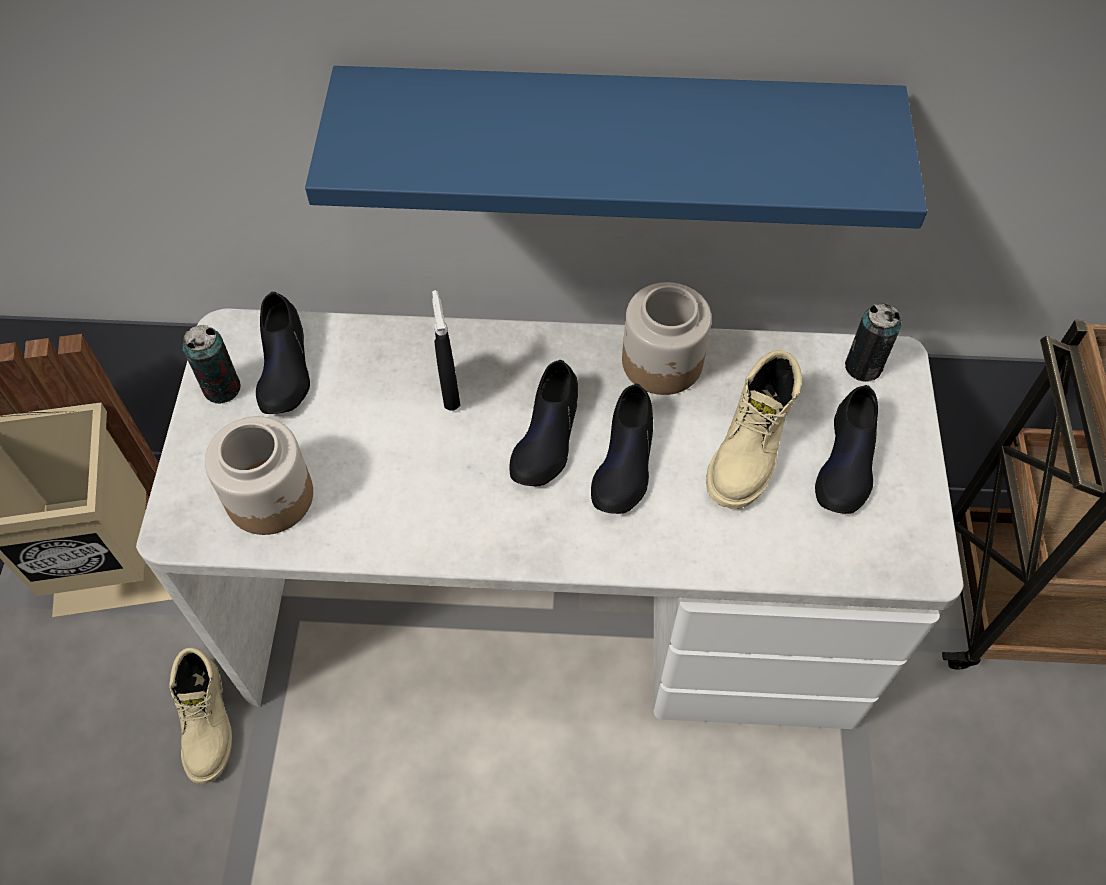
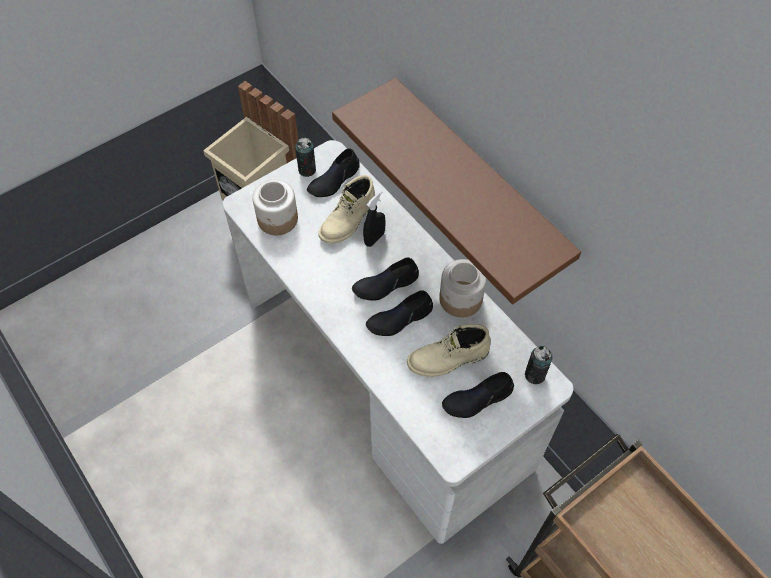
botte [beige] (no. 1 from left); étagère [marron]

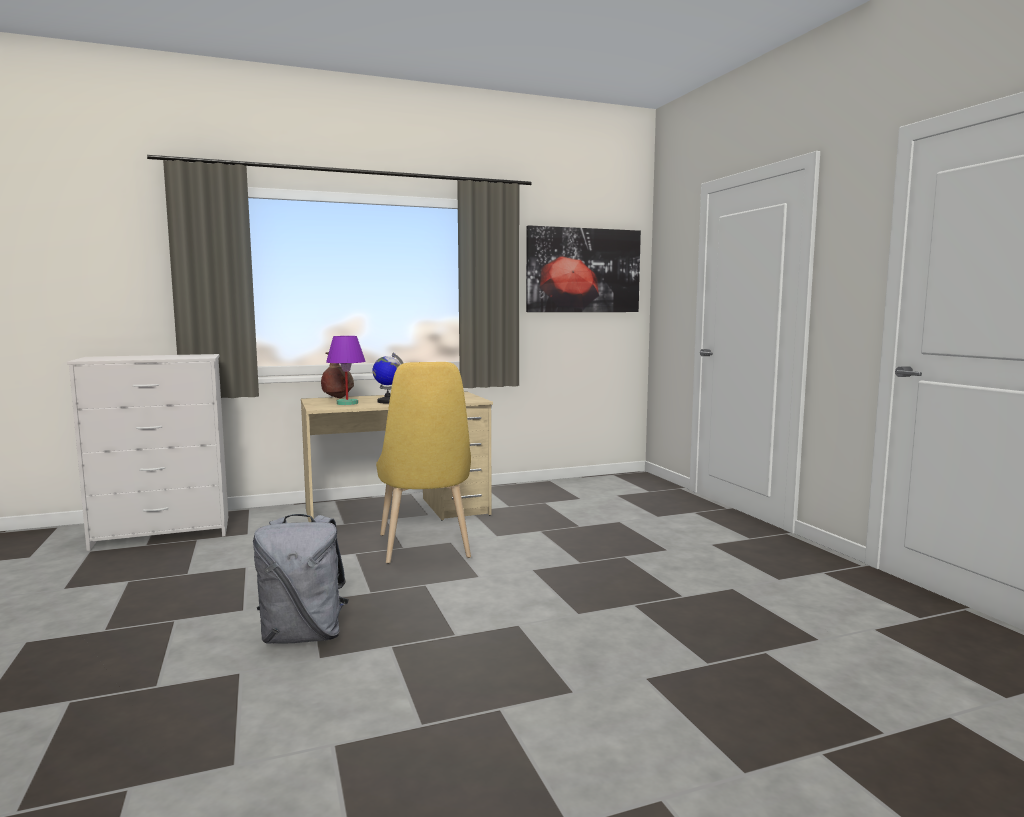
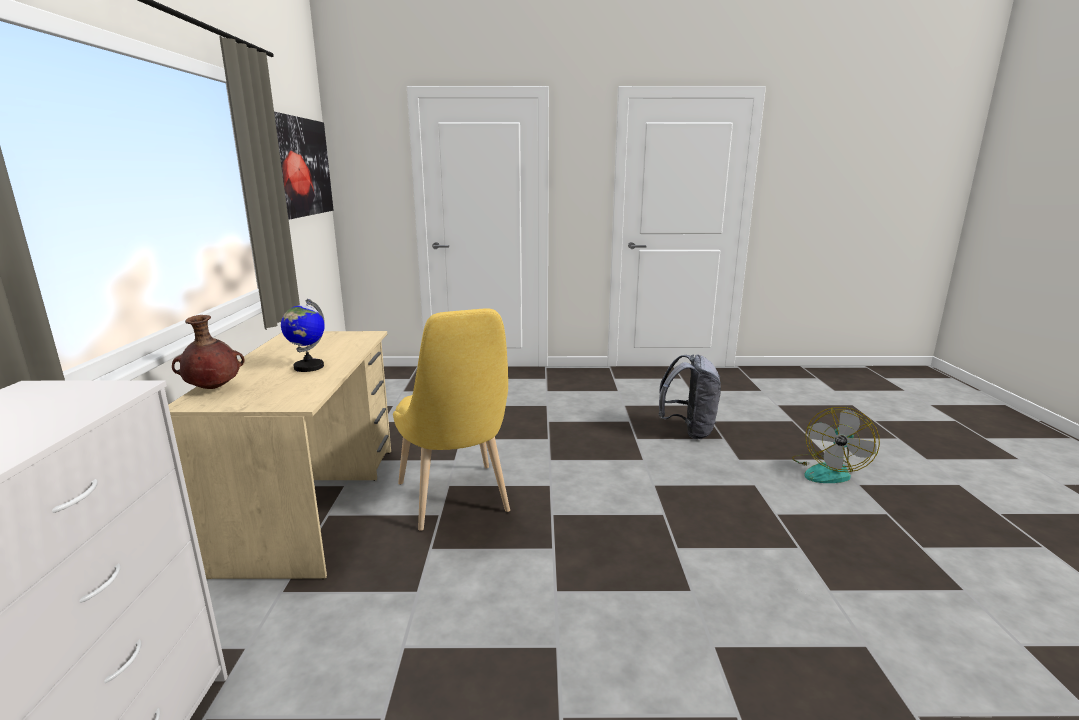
chaise [jaune]; sac à dos [gris]; ventilateur; lampe de table [violet]

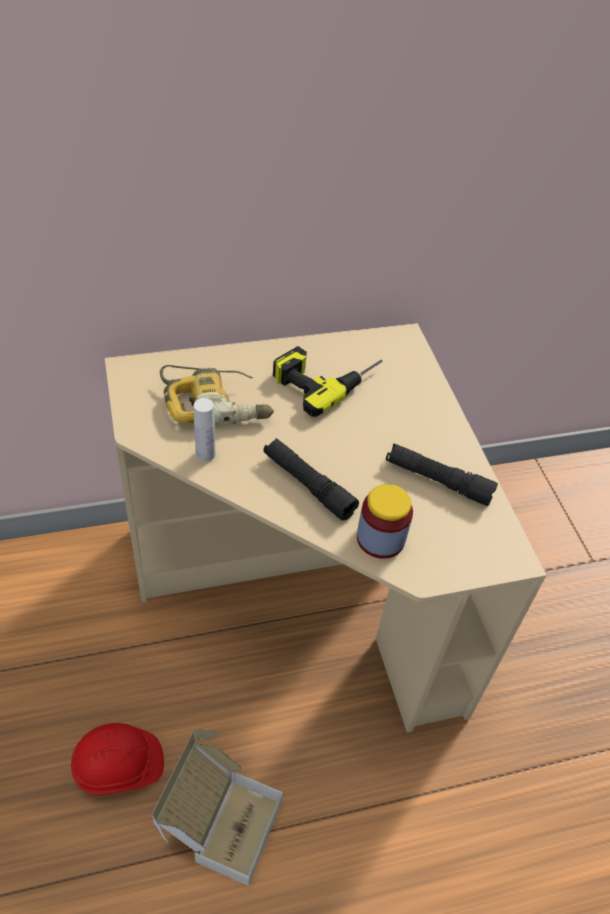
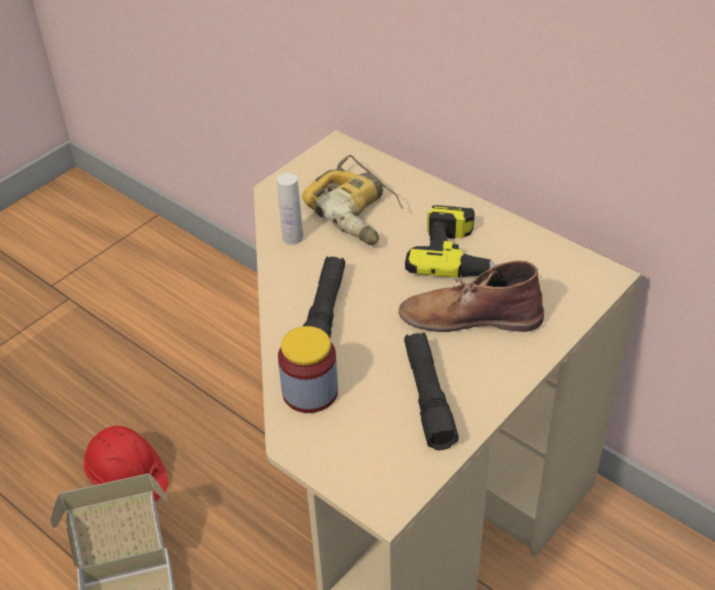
botte [marron]

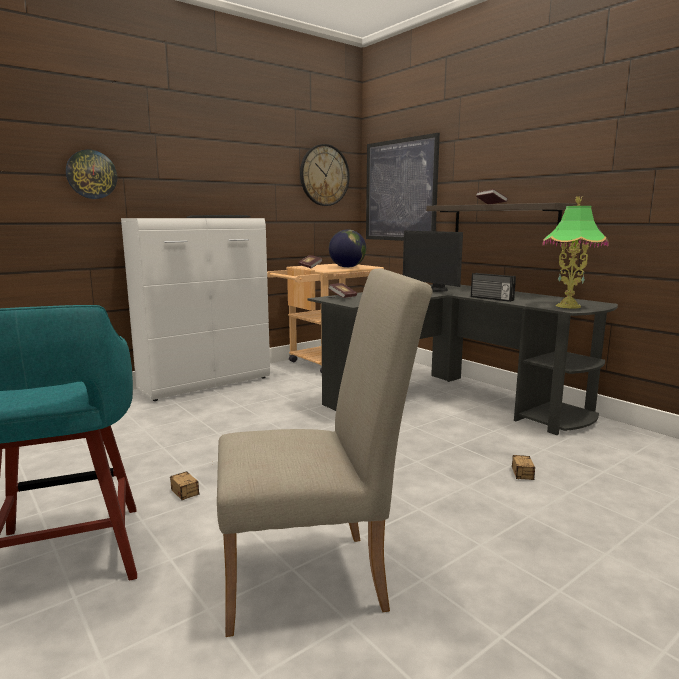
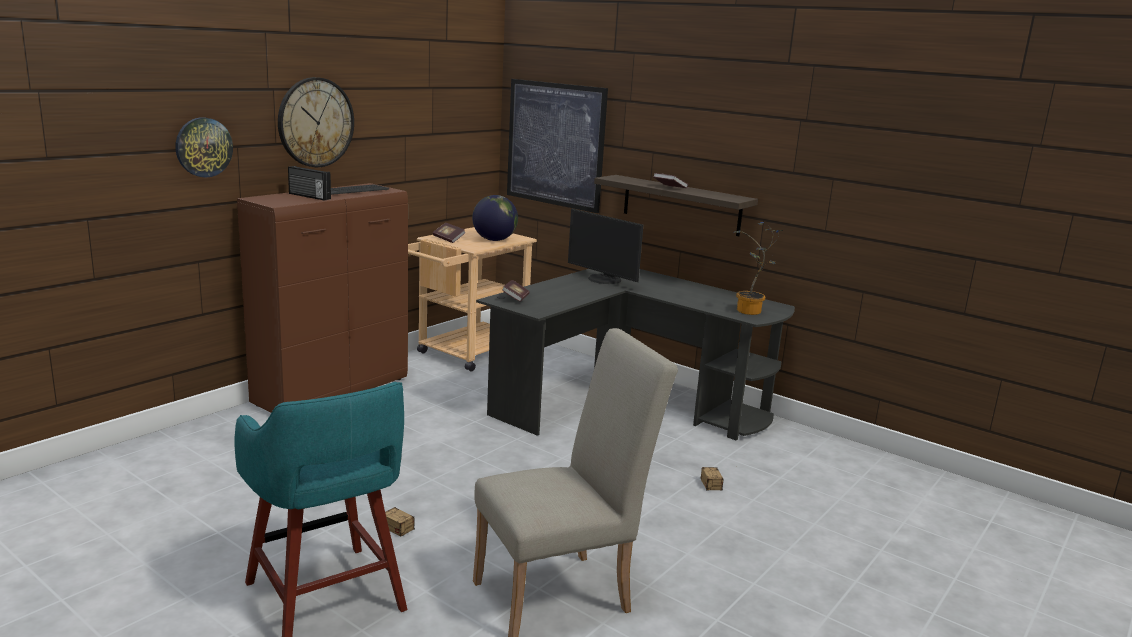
meuble de rangement [marron]; horloge murale (no. 2 from left); radio; plante en pot

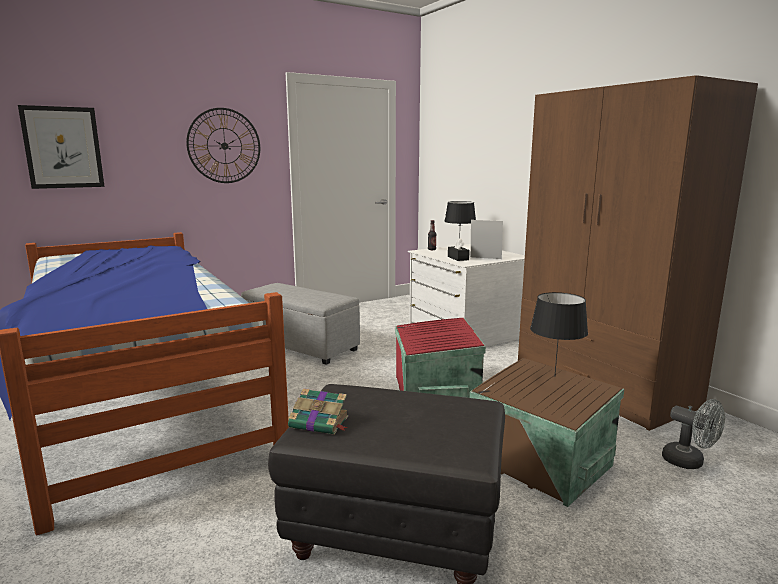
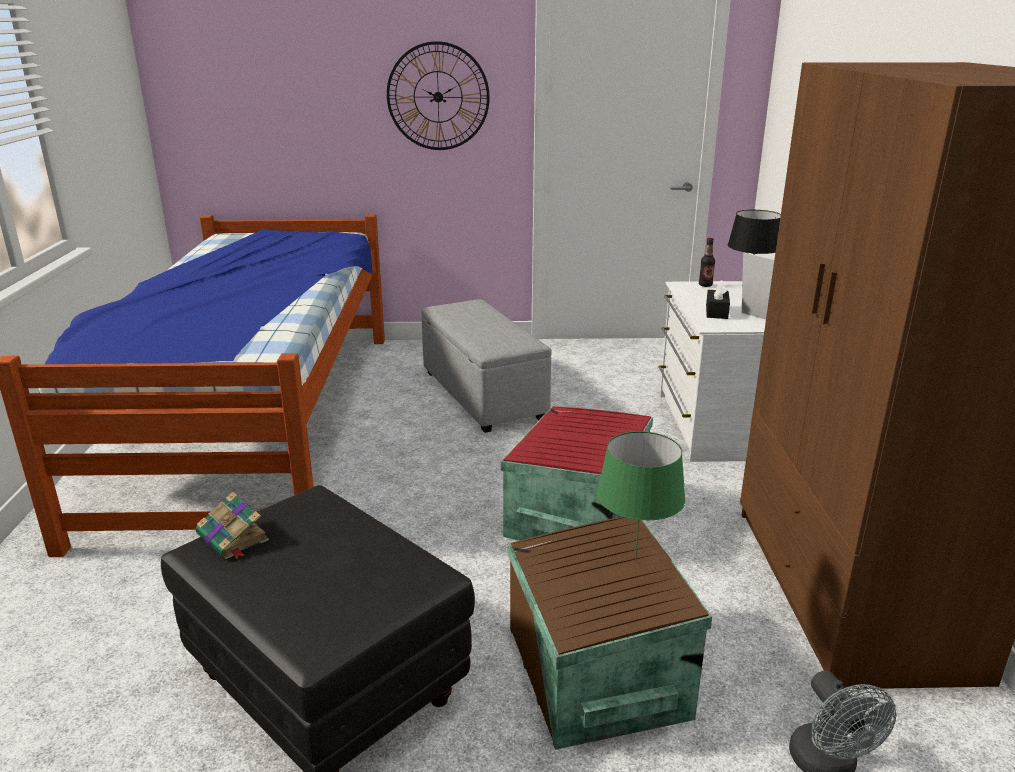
lampe de table [vert]; tableau

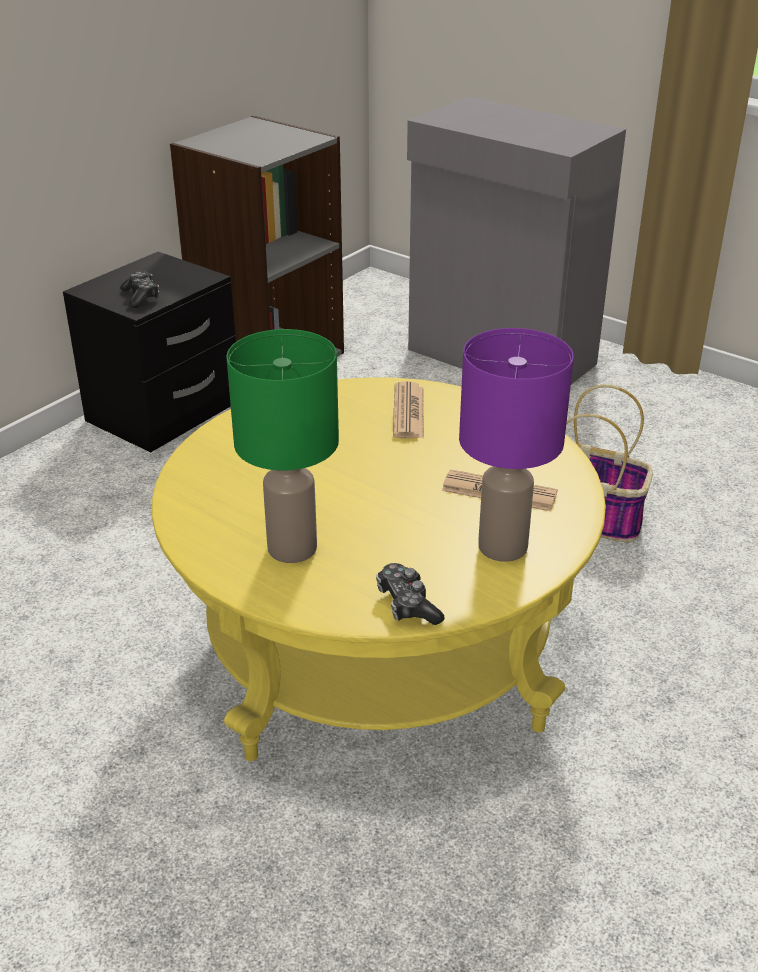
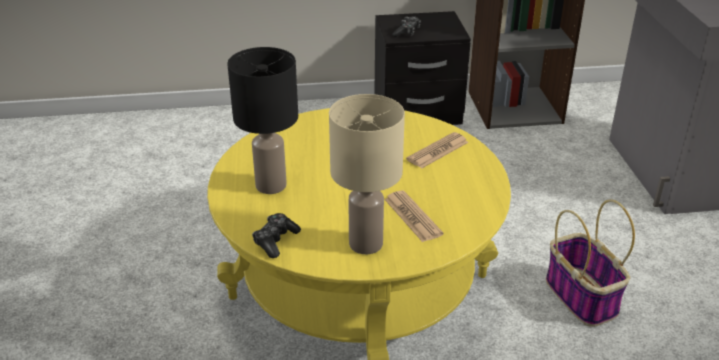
lampe de table [noir]; lampe de table [beige]

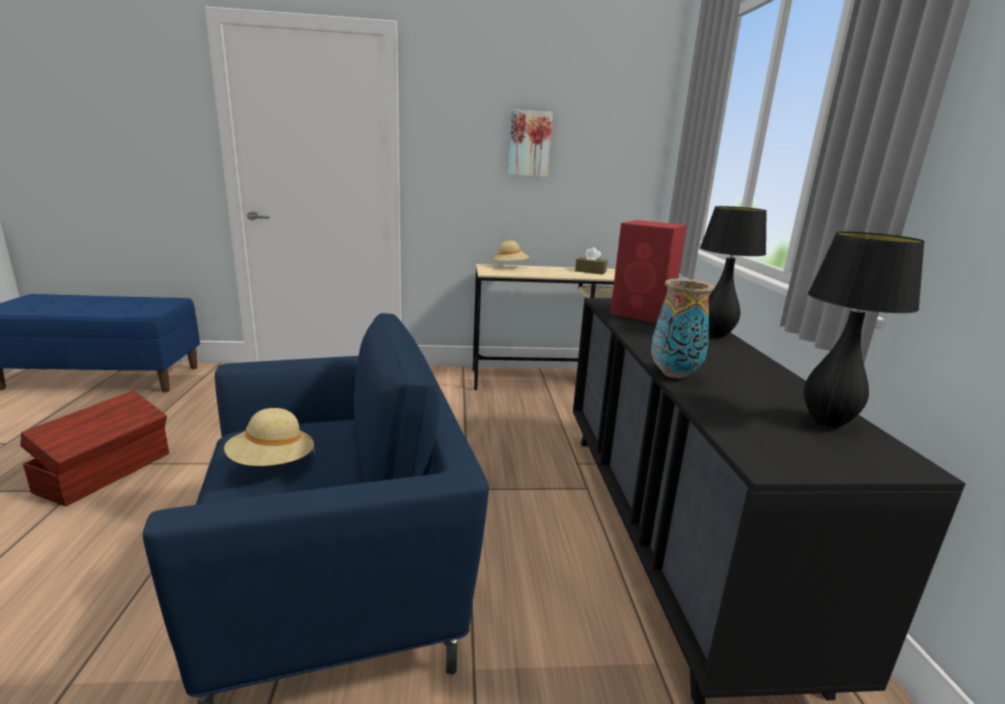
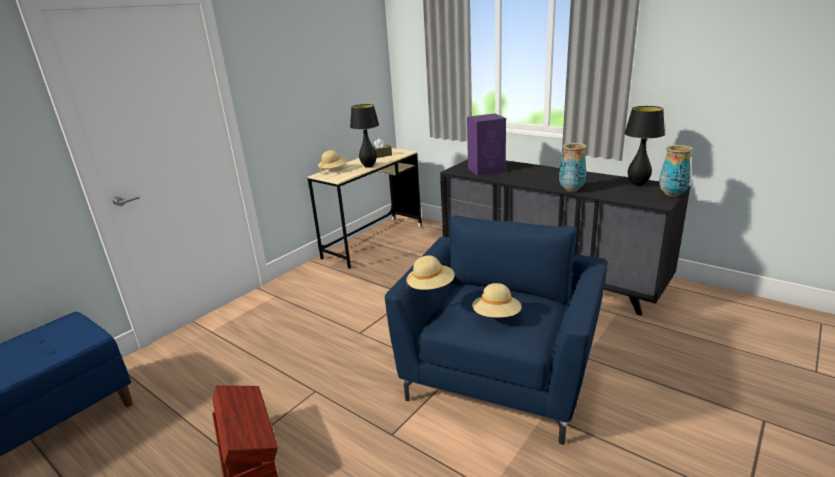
lampe de table [noir] (no. 1 from left); chapeau [beige] (no. 2 from left); enceinte [violet]; vase (no. 2 from left); tableau

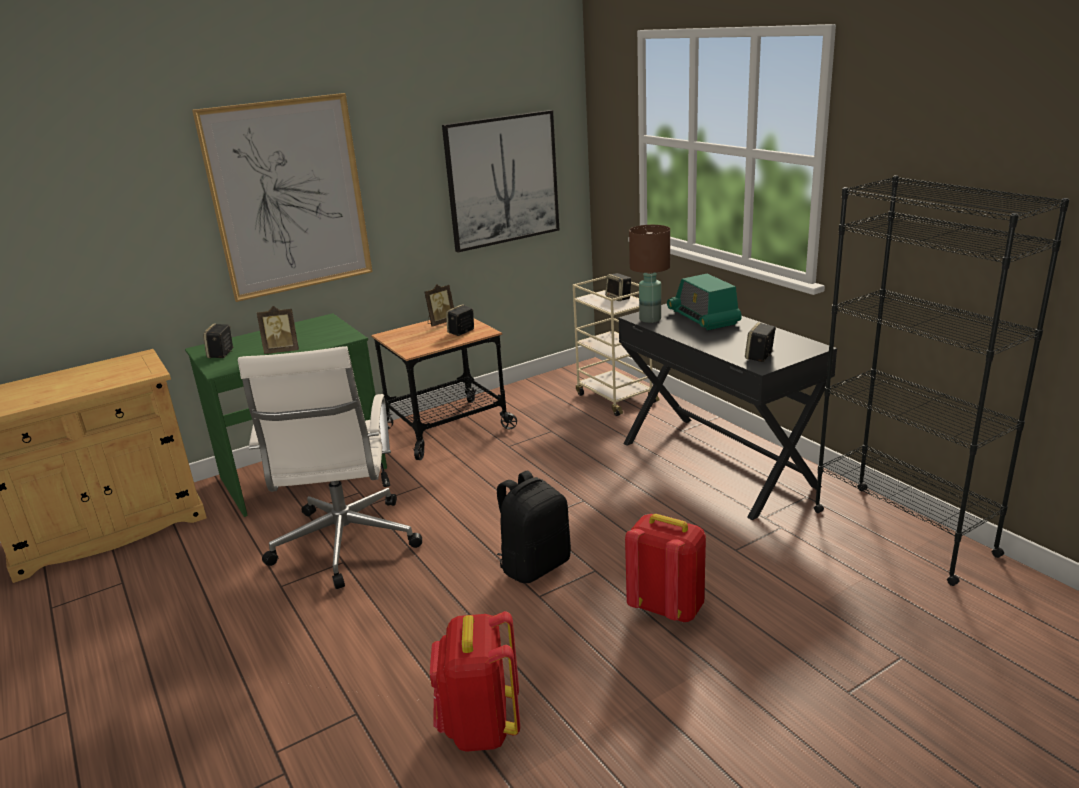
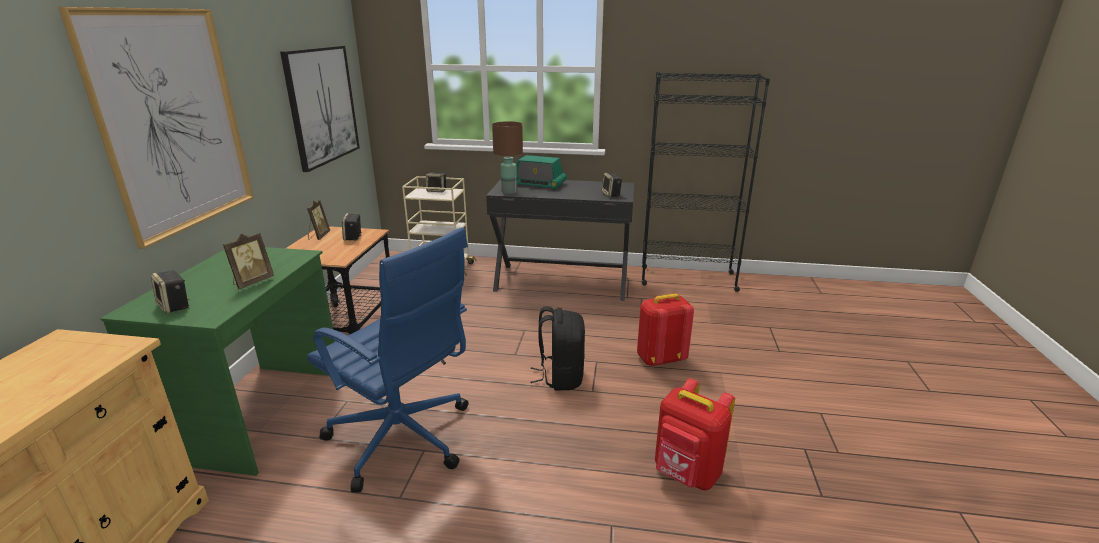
chaise de bureau [bleu]

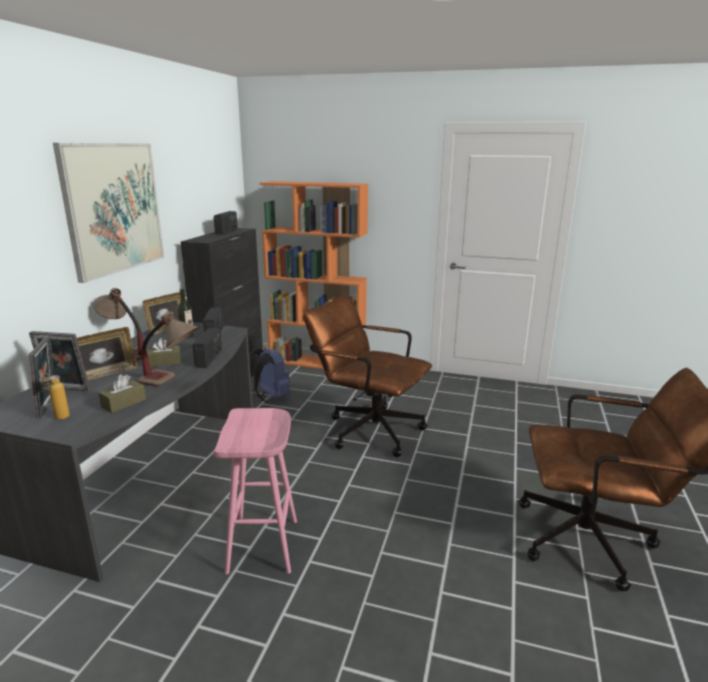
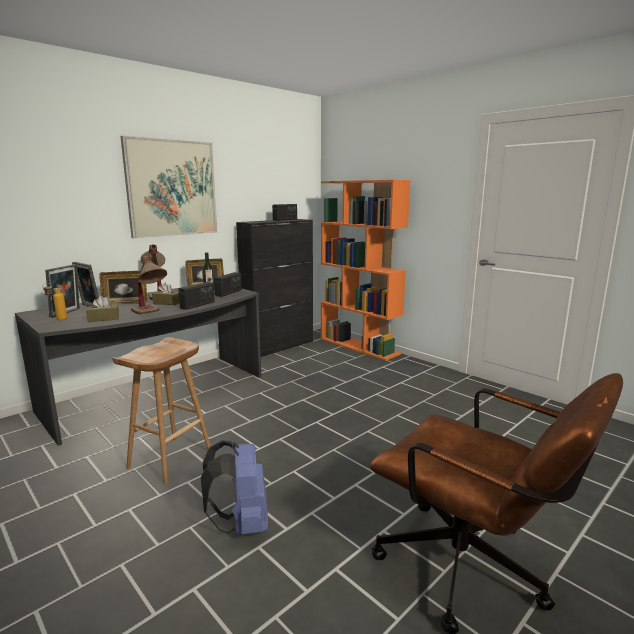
tabouret [marron]; sac à dos [bleu]; chaise de bureau [marron] (no. 1 from left in the first image)

